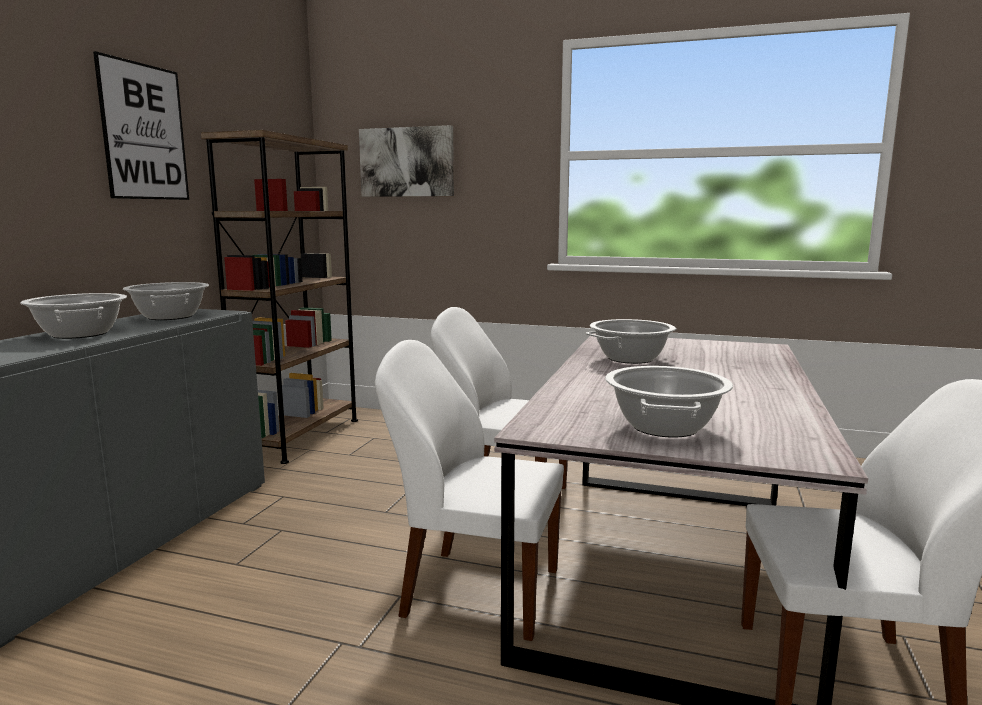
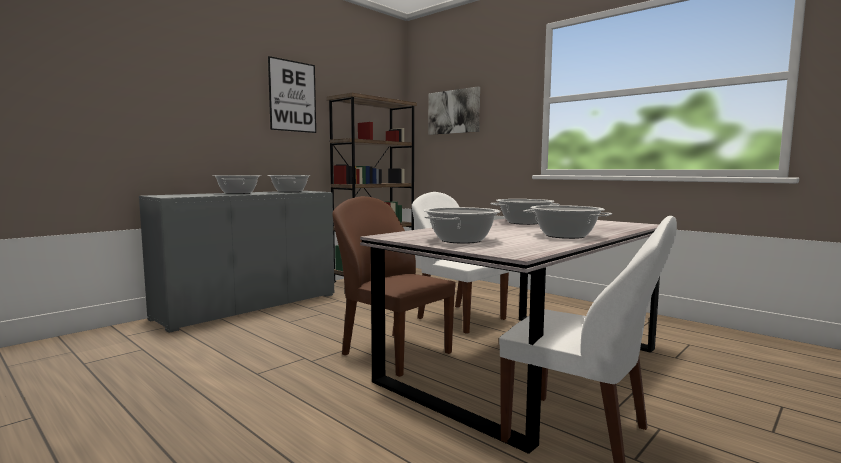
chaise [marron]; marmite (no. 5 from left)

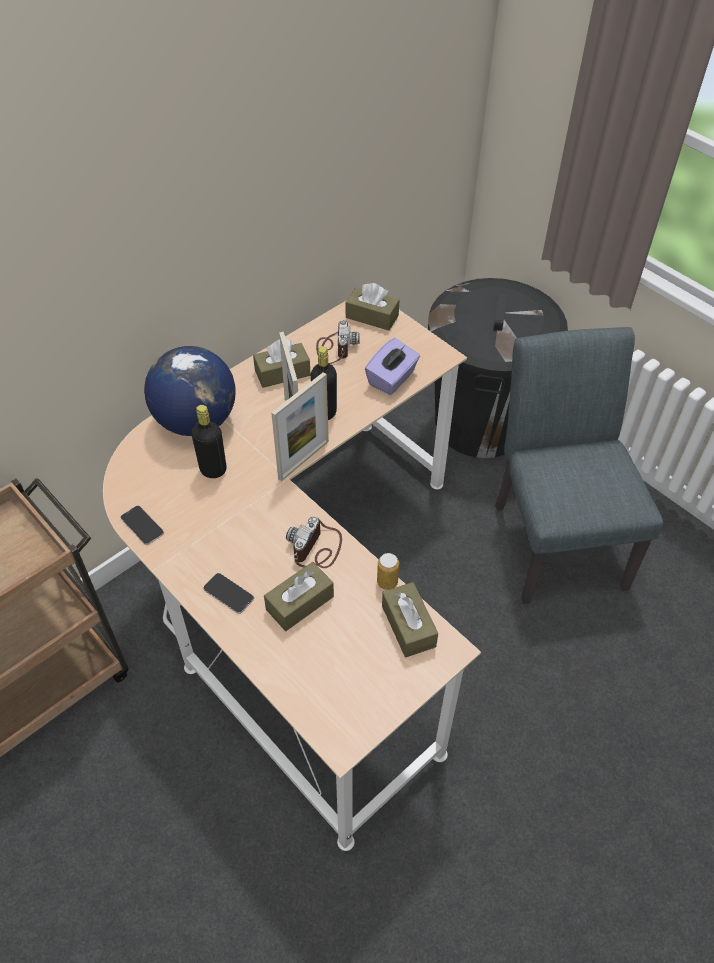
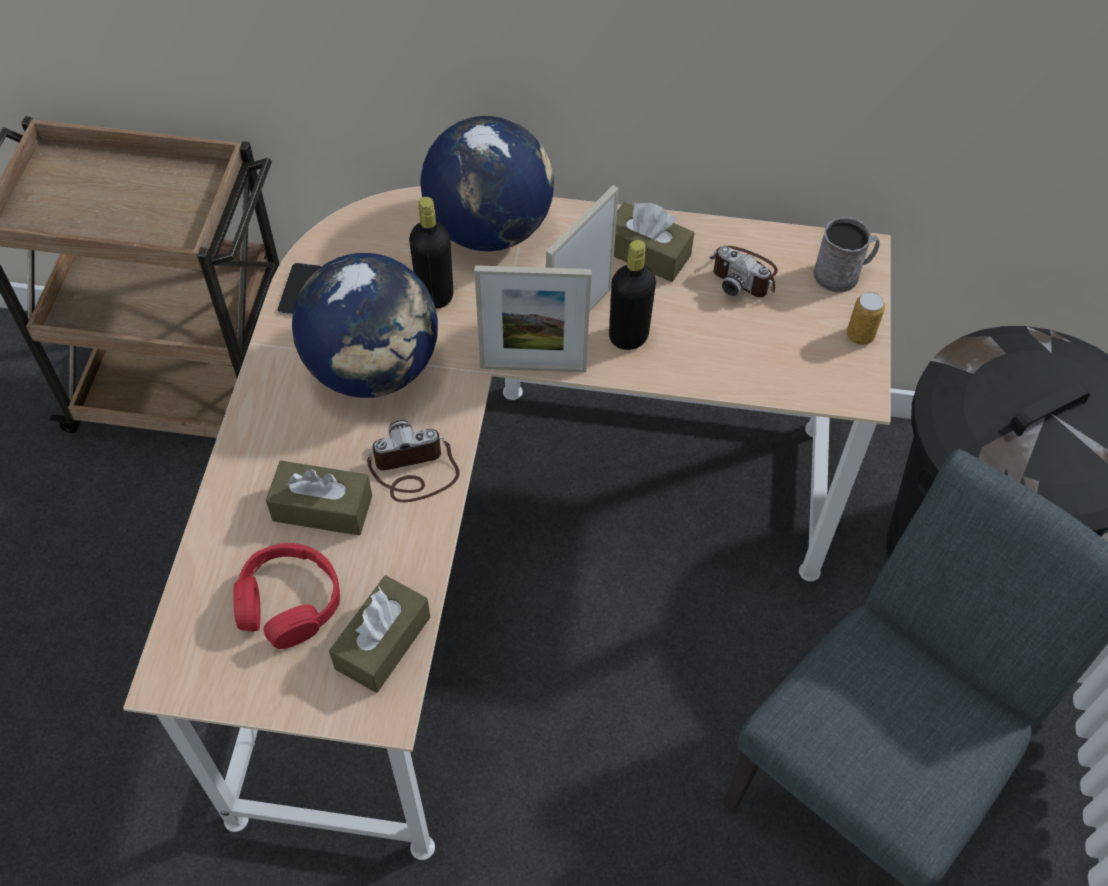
casque audio [rouge]; globe (no. 1 from left); appareil photo (no. 2 from left); mug [gris]; boîte métallique; téléphone (no. 2 from left in the first image); boîte à mouchoirs [violet]

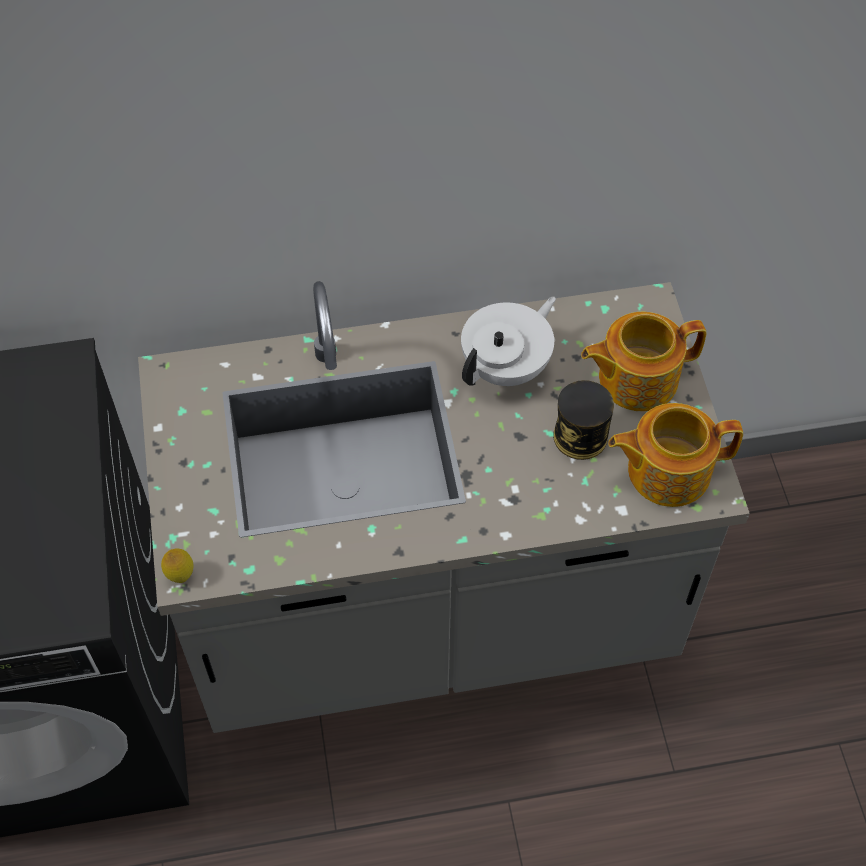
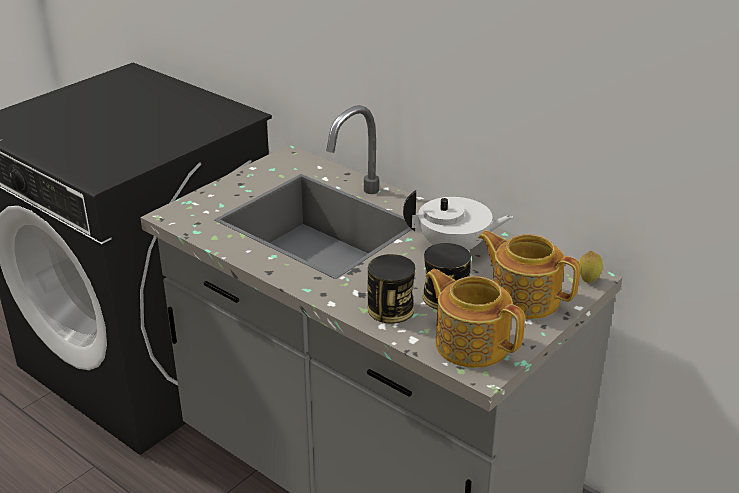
boîte métallique (no. 1 from left); citron

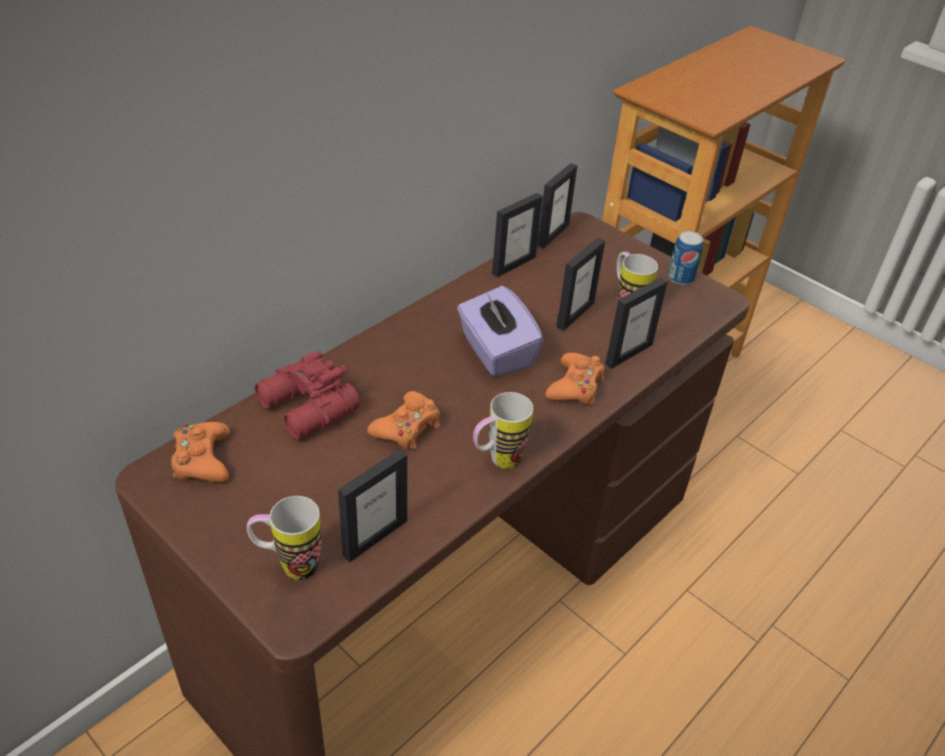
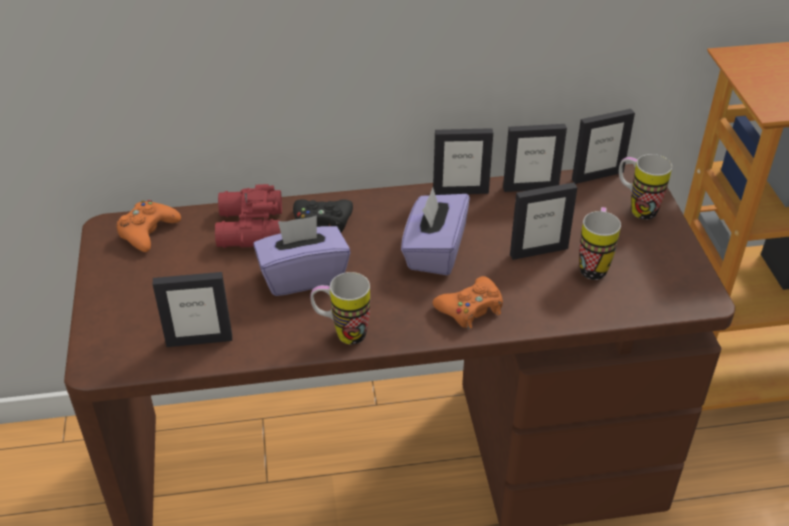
boîte à mouchoirs [violet] (no. 1 from left); manette [noir]; cadre photo (no. 2 from left); mug (no. 3 from left); boîte métallique

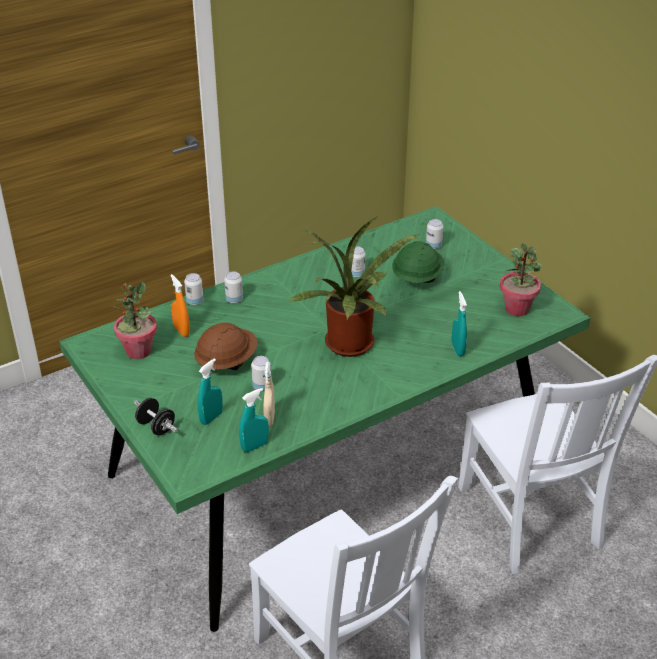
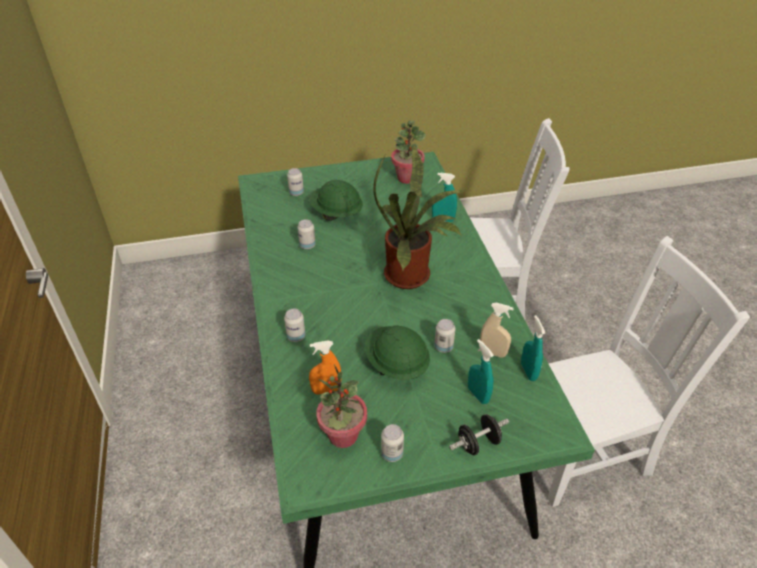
casque de chantier [vert] (no. 2 from left); boîte métallique (no. 4 from left)

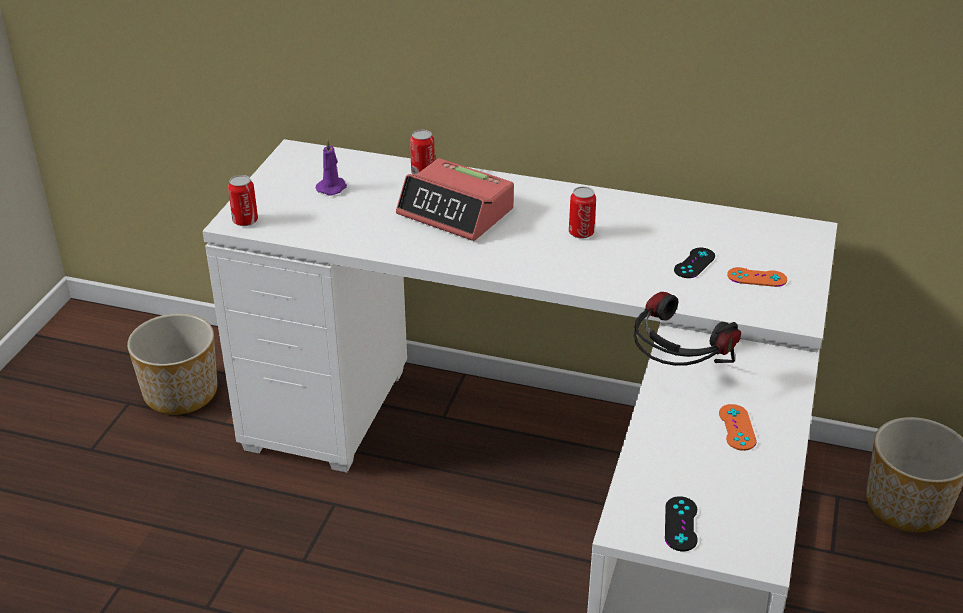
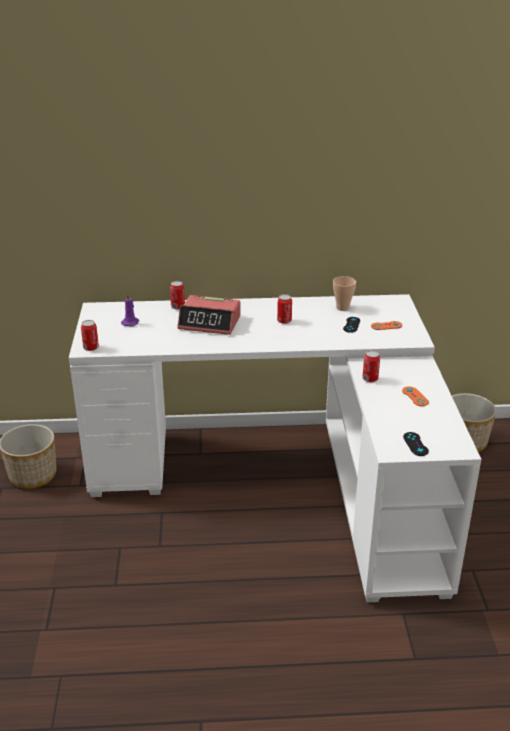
tasse; boîte métallique (no. 4 from left)

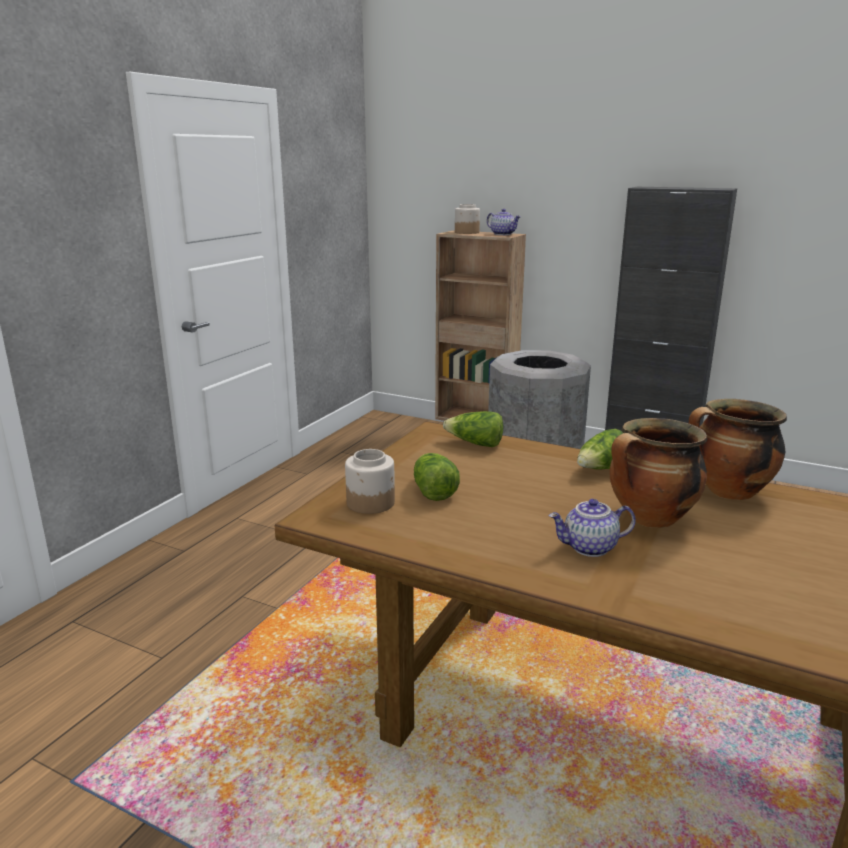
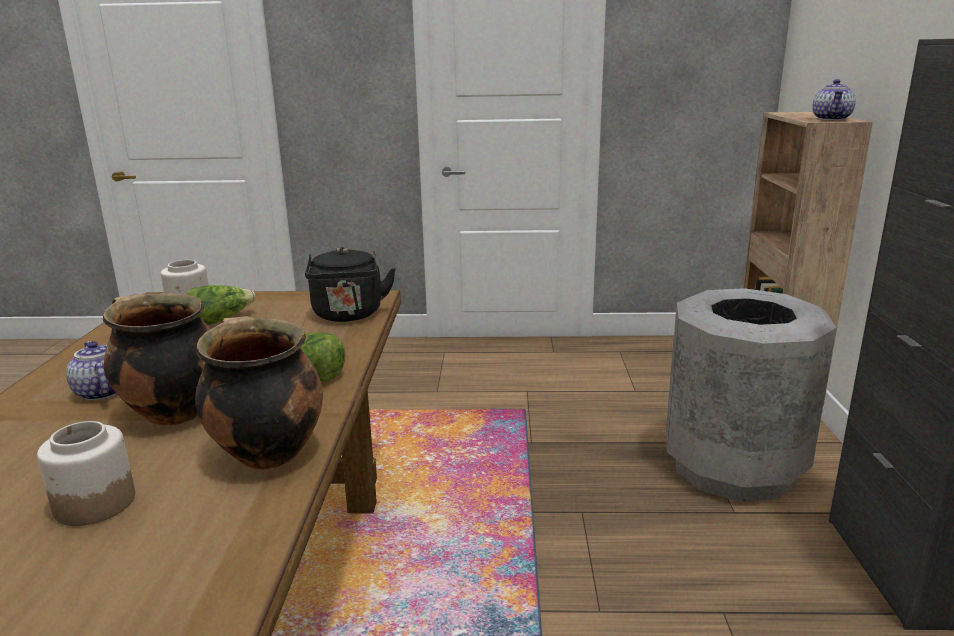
bocal (no. 1 from left); bouilloire [noir]

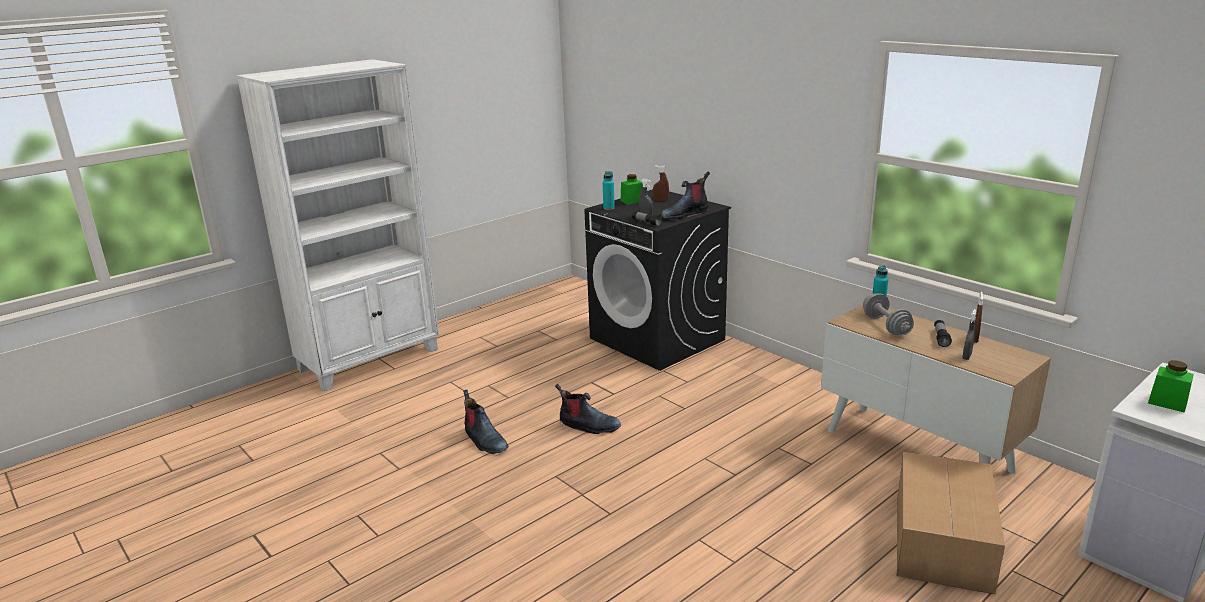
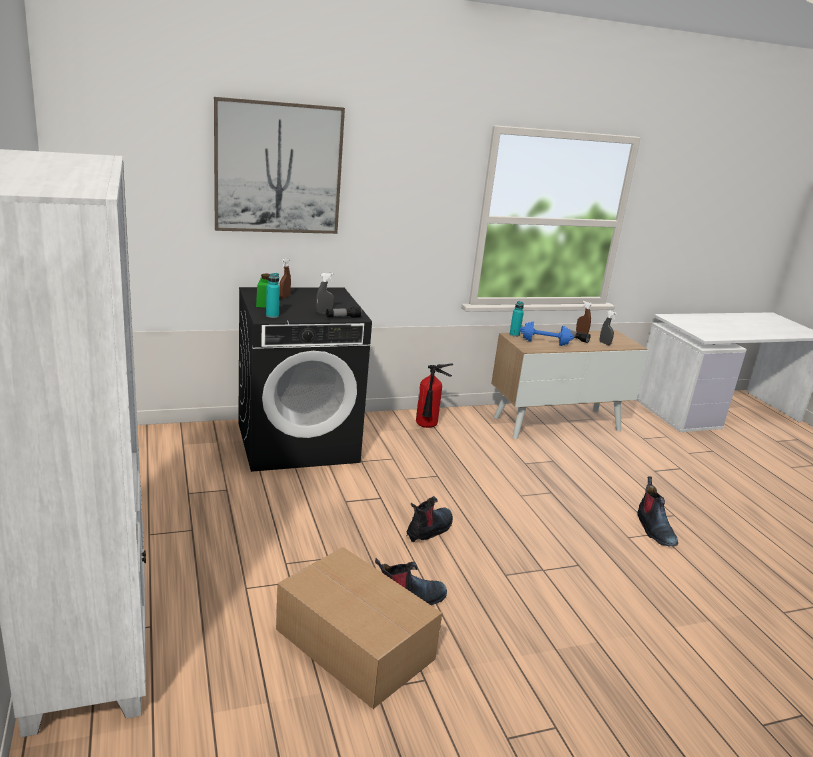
tableau; carton; extincteur; haltère [bleu]; botte (no. 3 from left); bocal [vert] (no. 2 from left in the first image)

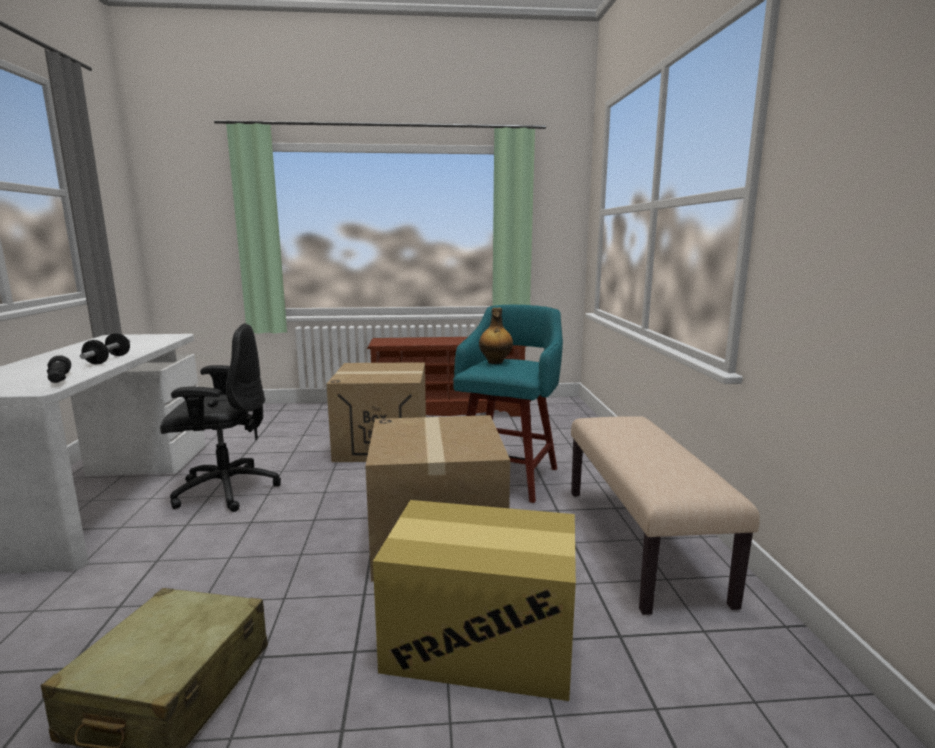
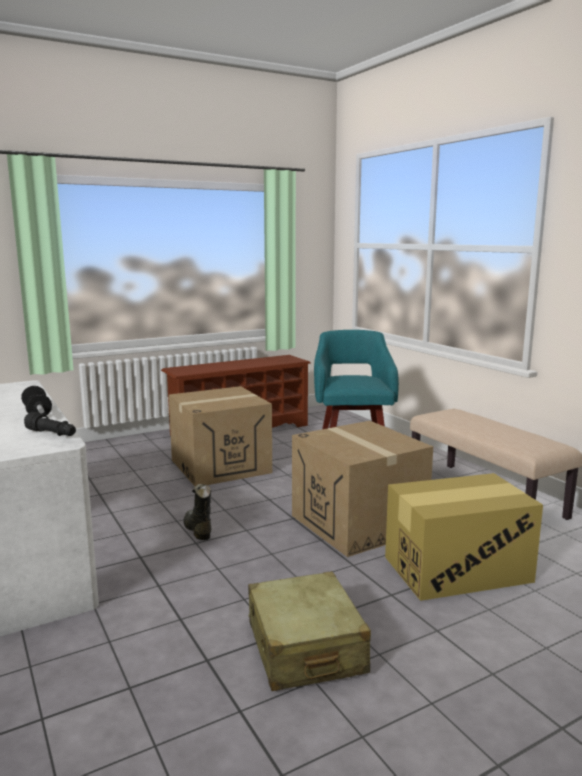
botte [noir]; chaise de bureau [noir]; bouteille

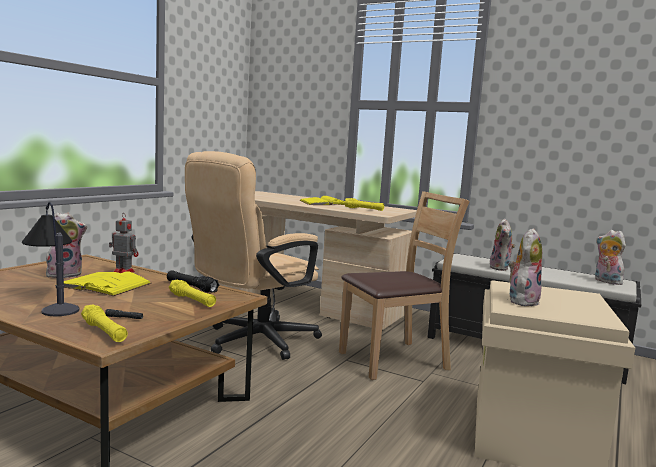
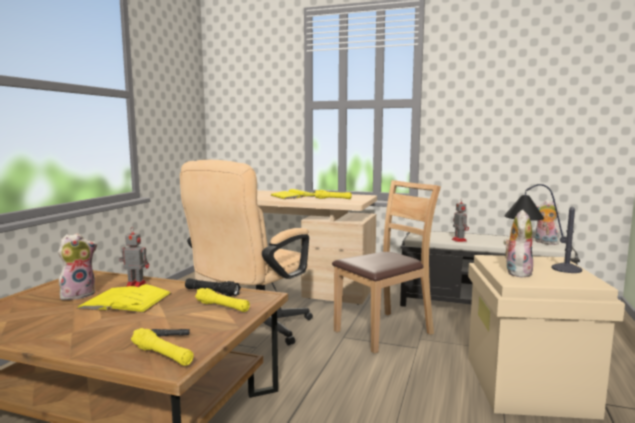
robot jouet (no. 2 from left); lampe de table

